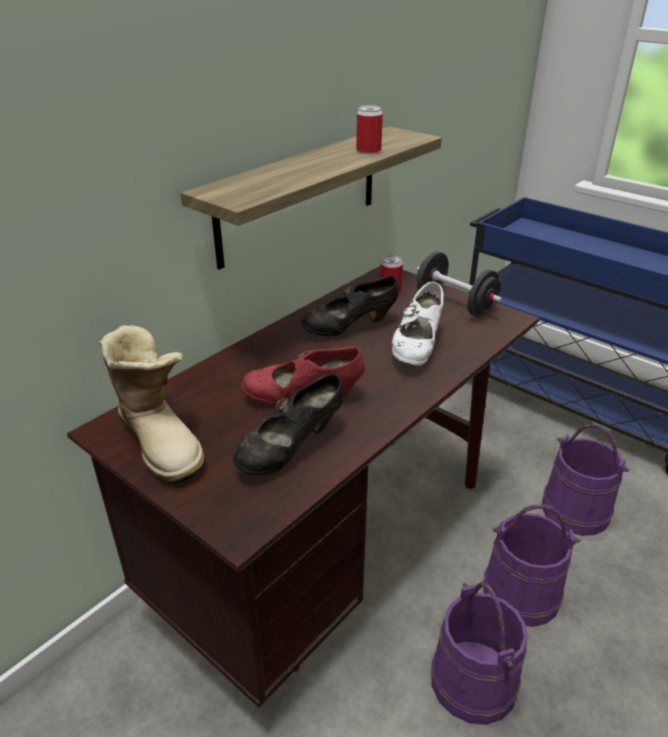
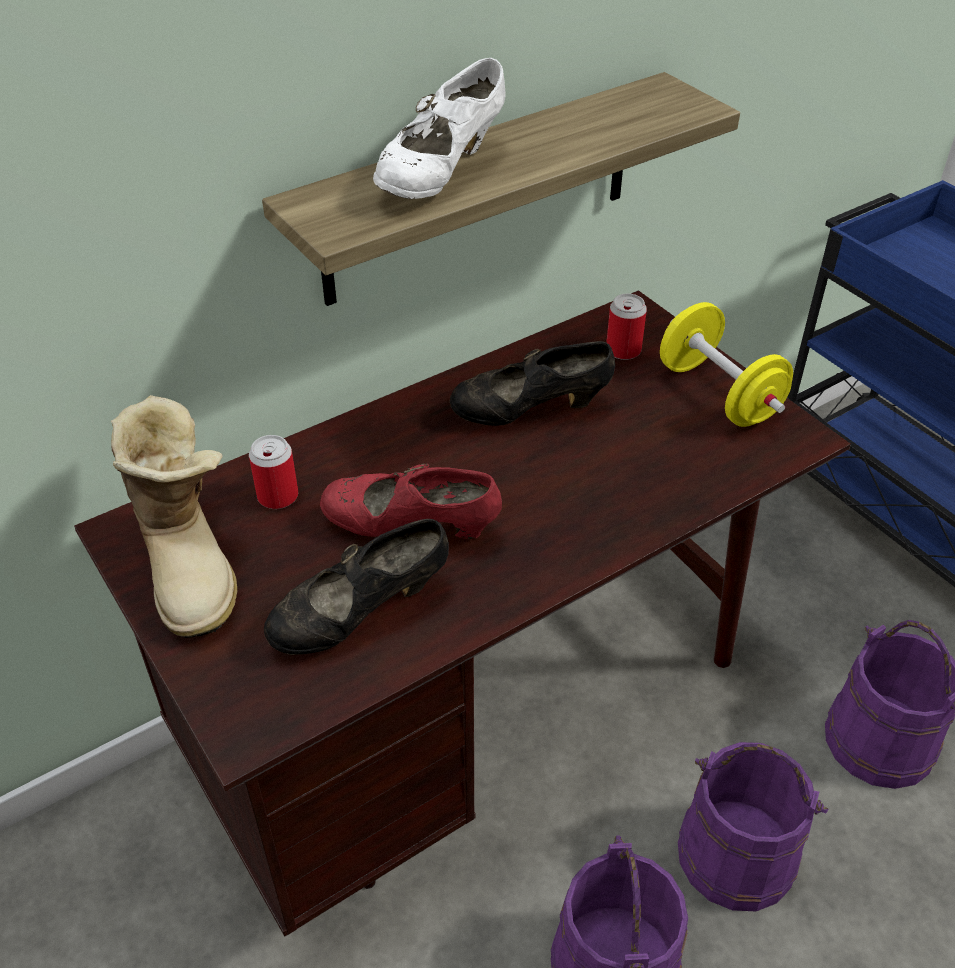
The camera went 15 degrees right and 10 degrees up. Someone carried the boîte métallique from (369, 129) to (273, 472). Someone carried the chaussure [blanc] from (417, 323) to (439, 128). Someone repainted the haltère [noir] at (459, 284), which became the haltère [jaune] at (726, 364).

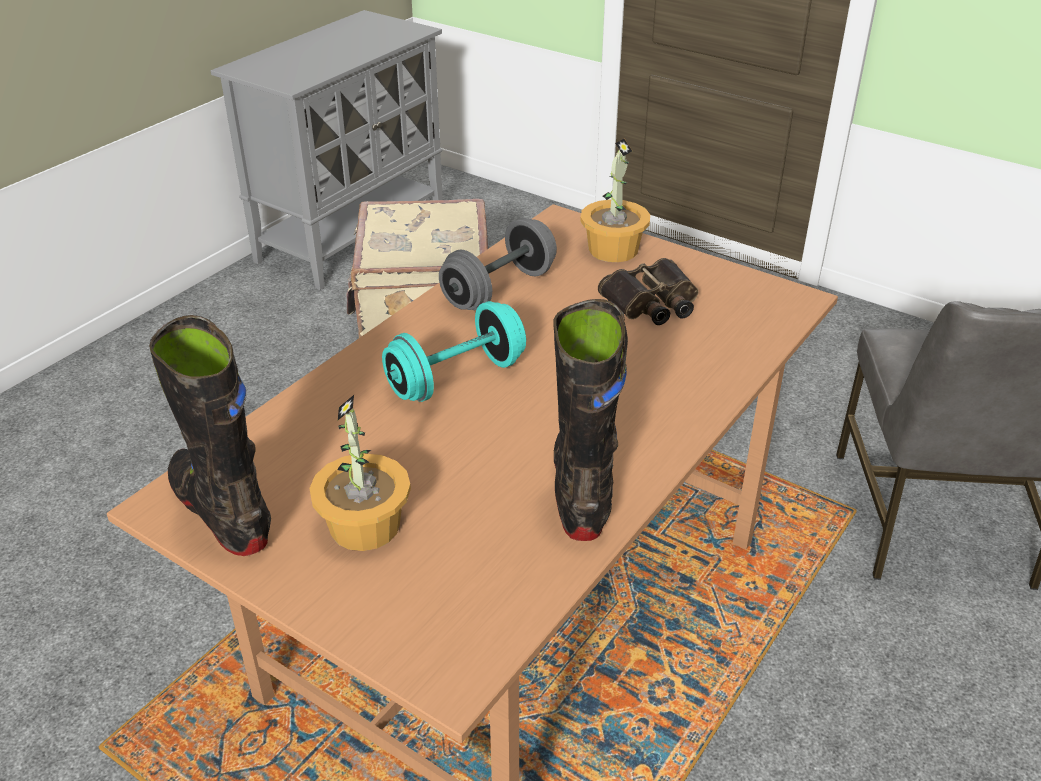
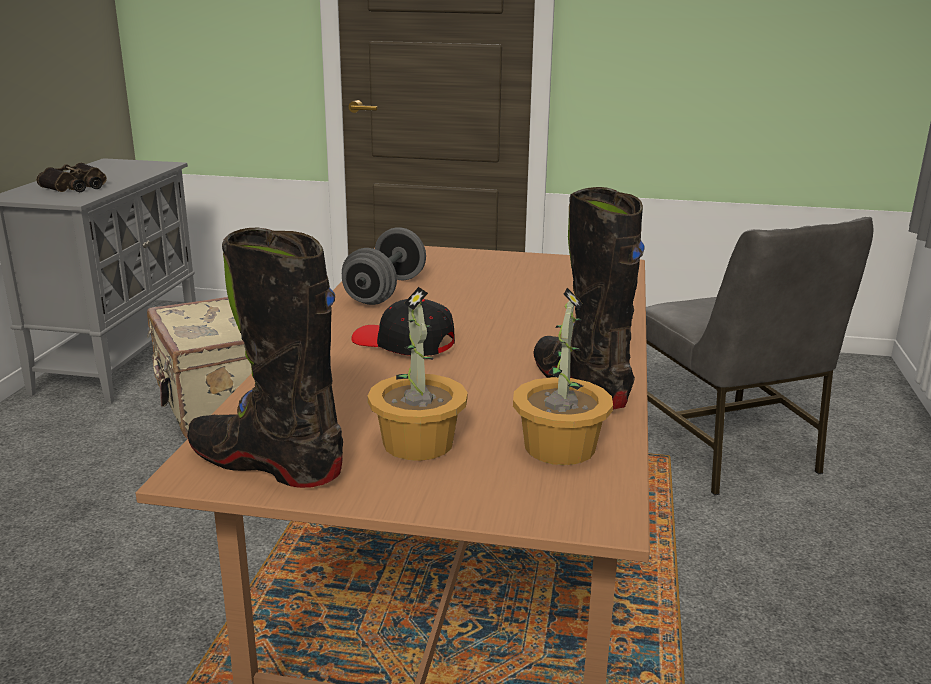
The camera went 25 degrees left and 15 degrees down. Someone swapped the haltère [turquoise] at (454, 351) for the casquette [noir] at (403, 327). Someone carried the plante en pot from (615, 200) to (563, 376). Someone carried the jumelles from (648, 291) to (71, 177).

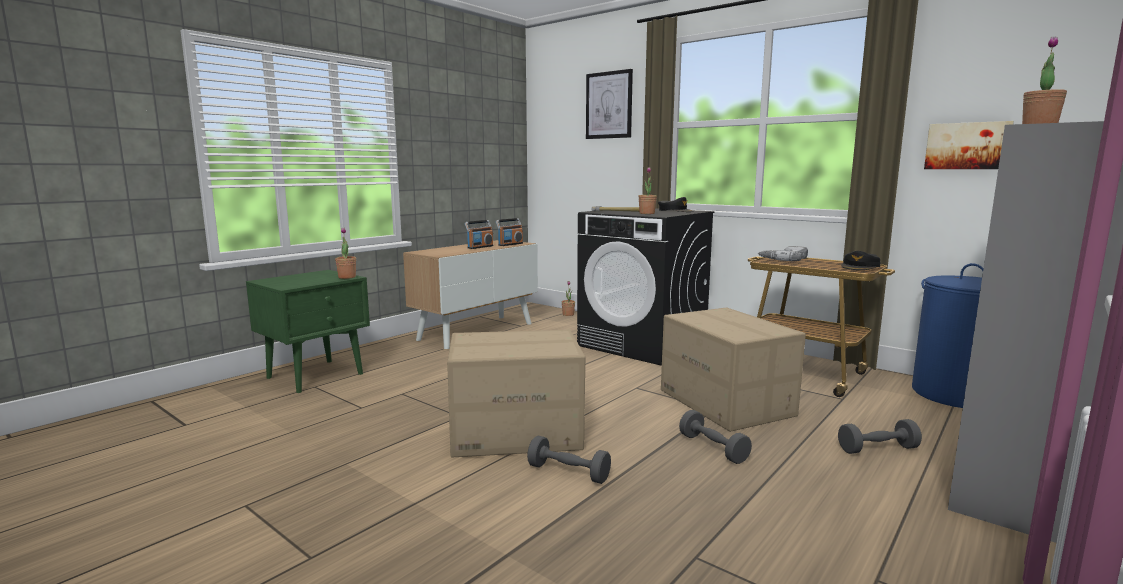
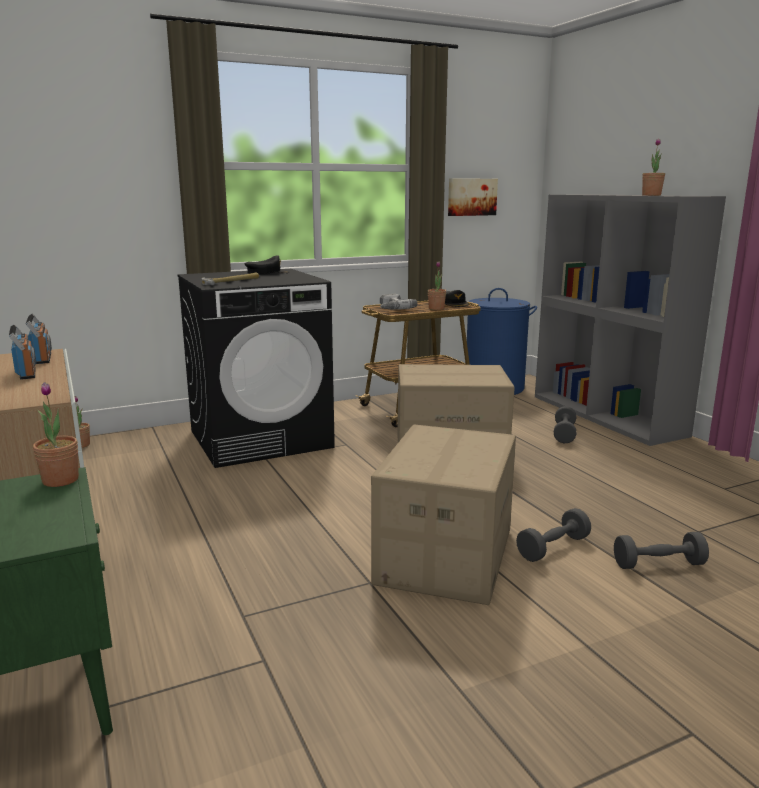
The camera went 65 degrees left and 5 degrees up. Someone took away the tableau at (609, 104). Someone carried the plante en pot from (647, 190) to (437, 285). Someone carried the haltère [gris] from (715, 437) to (661, 550).

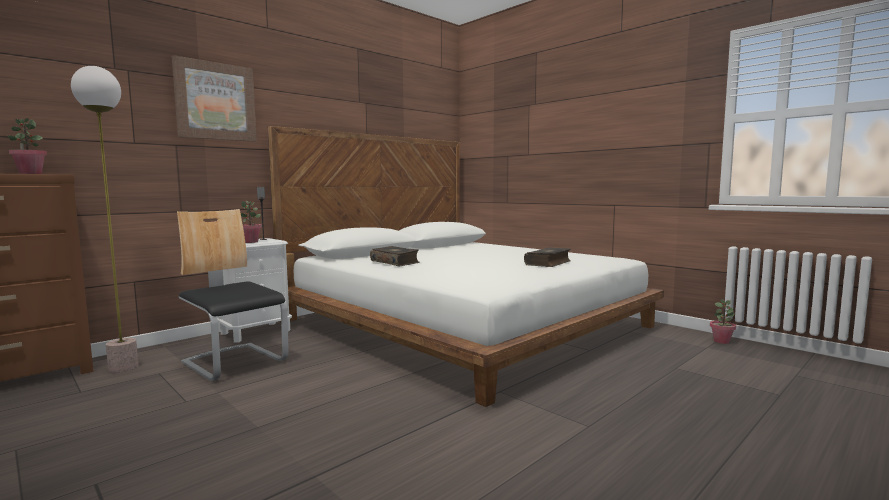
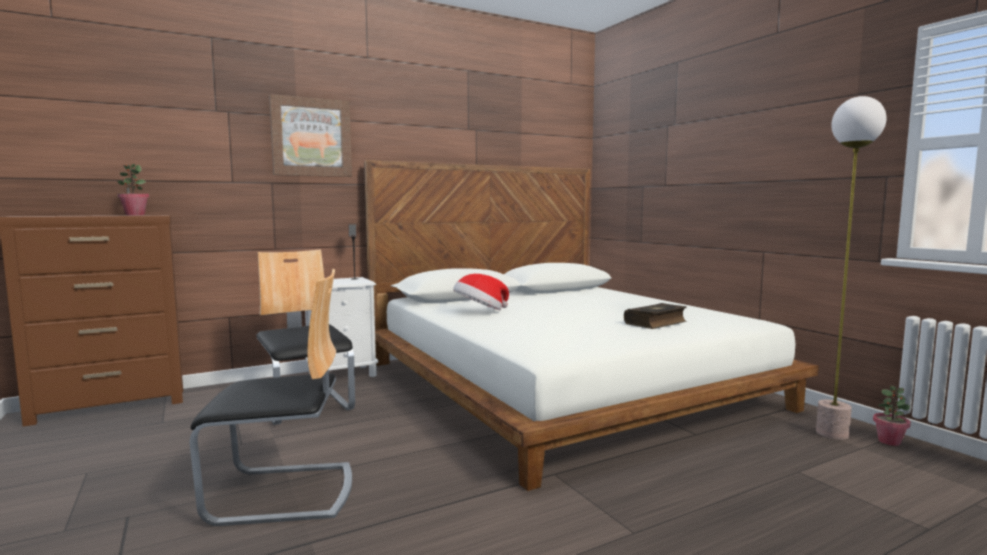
The camera went 15 degrees right and 0 degrees up. Someone carried the lampadaire from (104, 219) to (851, 268). Someone took away the plante en pot at (251, 222). Someone swapped the livre at (395, 256) for the chapeau at (481, 292). Someone put down the chaise at (271, 397).

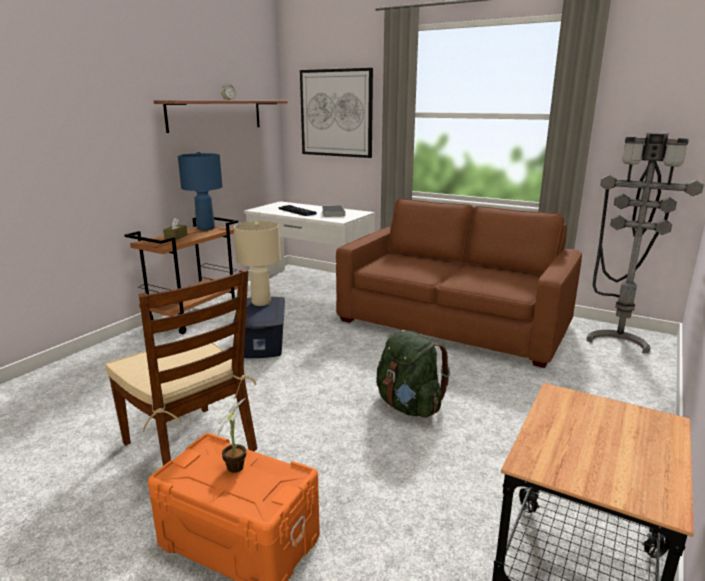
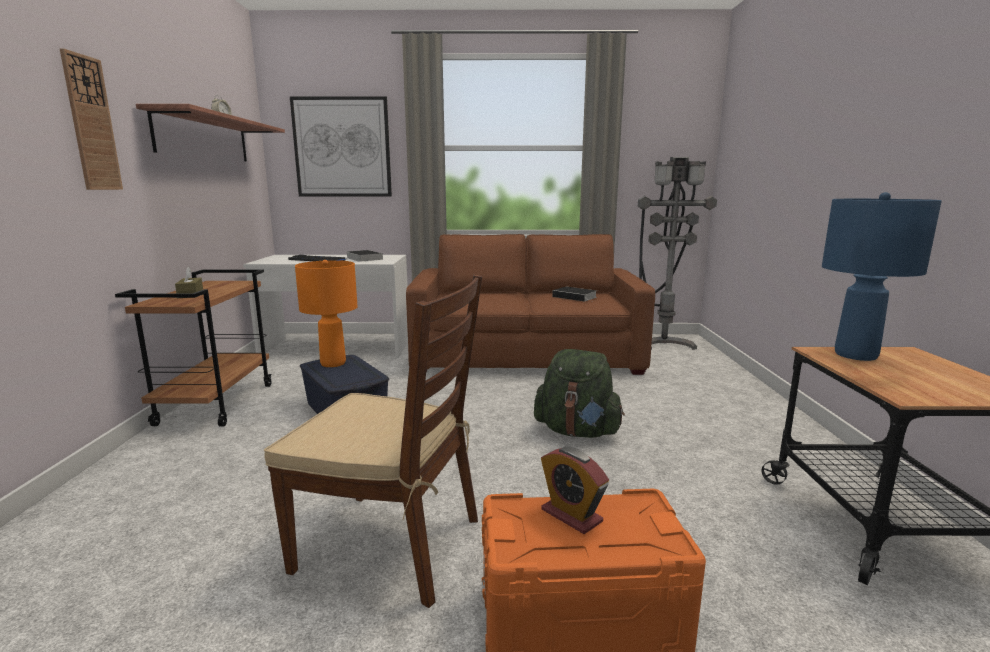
The camera went 30 degrees left and 5 degrees down. Someone carried the lampe de table [bleu] from (200, 191) to (882, 276). Someone swapped the plante en pot at (232, 435) for the réveil at (575, 490). Someone repainted the lampe de table [beige] at (257, 263), which became the lampe de table [orange] at (326, 313). Someone put up the horloge murale at (91, 119). Someone put down the livre at (574, 294).

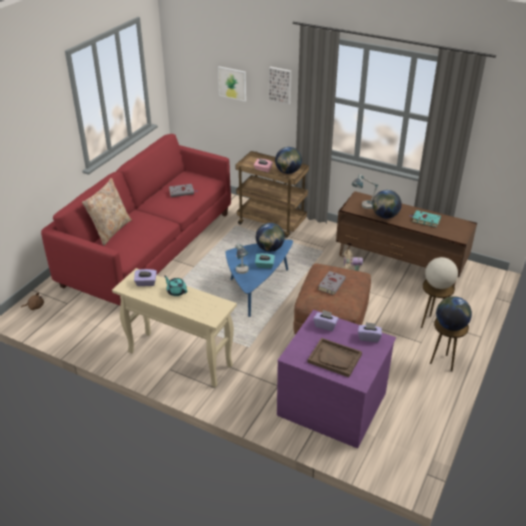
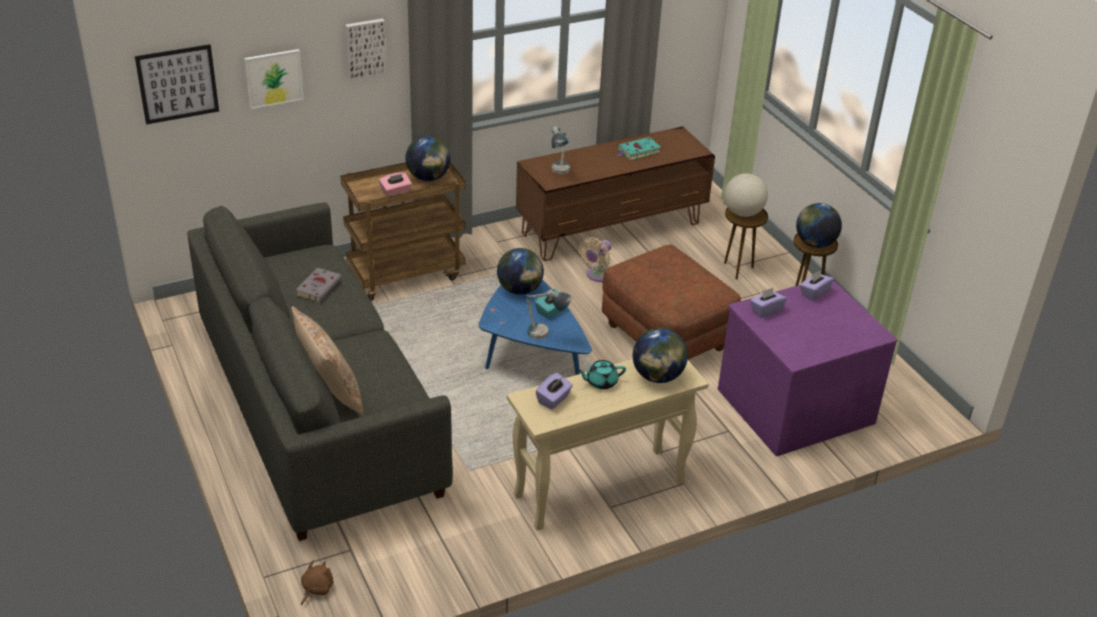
The camera went 55 degrees left and 0 degrees up. Someone repainted the canapé [rouge] at (136, 220), which became the canapé [gris] at (320, 371). Someone took away the plateau [marron] at (334, 357). Someone took away the livre [gris] at (332, 283). Someone carried the globe from (387, 204) to (660, 355). Someone put up the tableau at (177, 84).

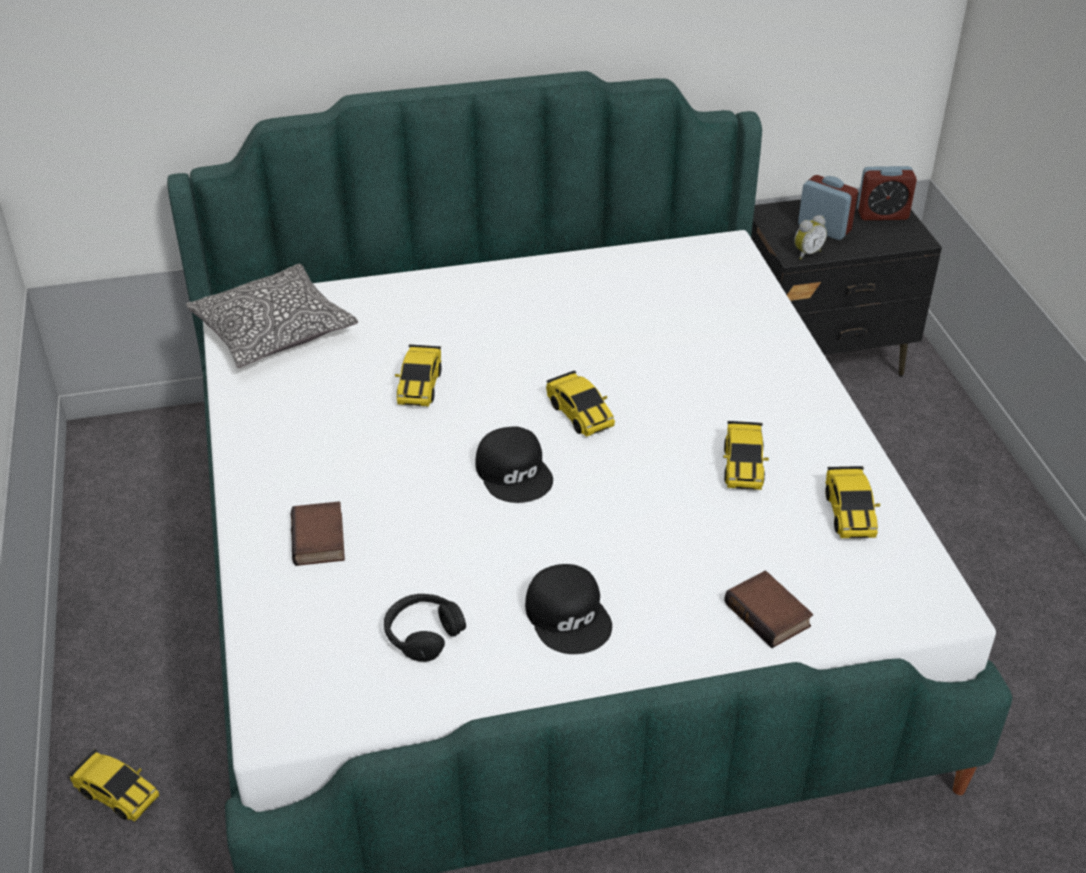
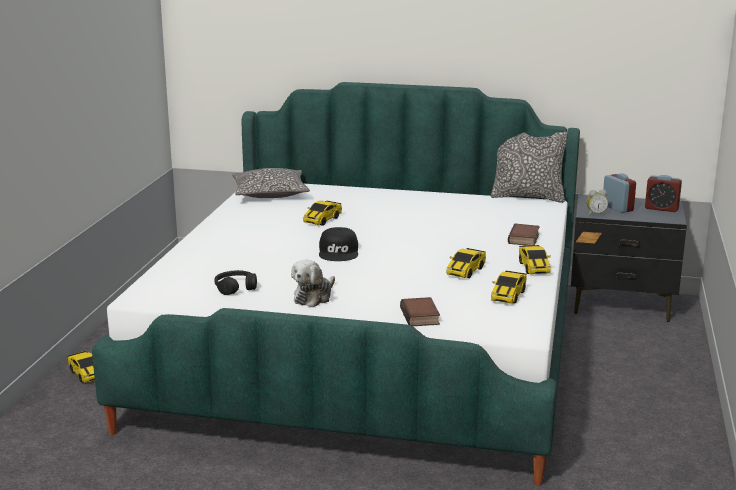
The camera went 25 degrees right and 20 degrees down. Someone carried the livre from (317, 533) to (524, 235). Someone swapped the casquette [noir] at (568, 609) for the peluche at (313, 283). Someone carried the petite voiture from (580, 403) to (535, 259). Someone put down the coussin at (529, 167).

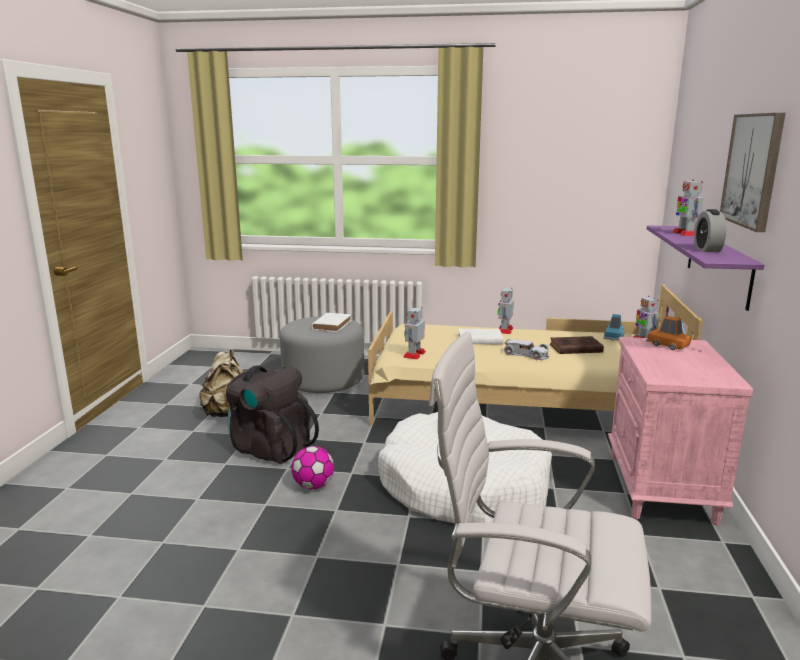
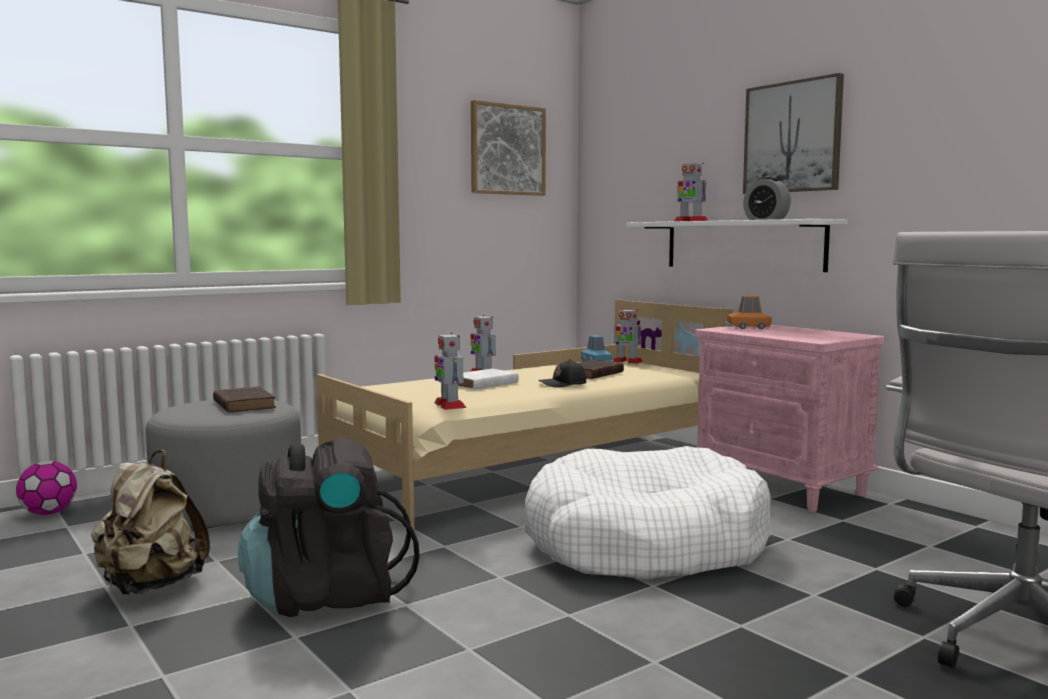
The camera went 45 degrees left and 10 degrees down. Someone carried the ballon de foot from (312, 467) to (46, 488). Someone repainted the livre [blanc] at (331, 322), which became the livre [marron] at (244, 400). Someone swapped the petite voiture [blanc] at (526, 349) for the casquette [noir] at (562, 373). Someone repainted the étagère [violet] at (706, 268), which became the étagère [blanc] at (737, 245). Someone put up the tableau at (508, 148).

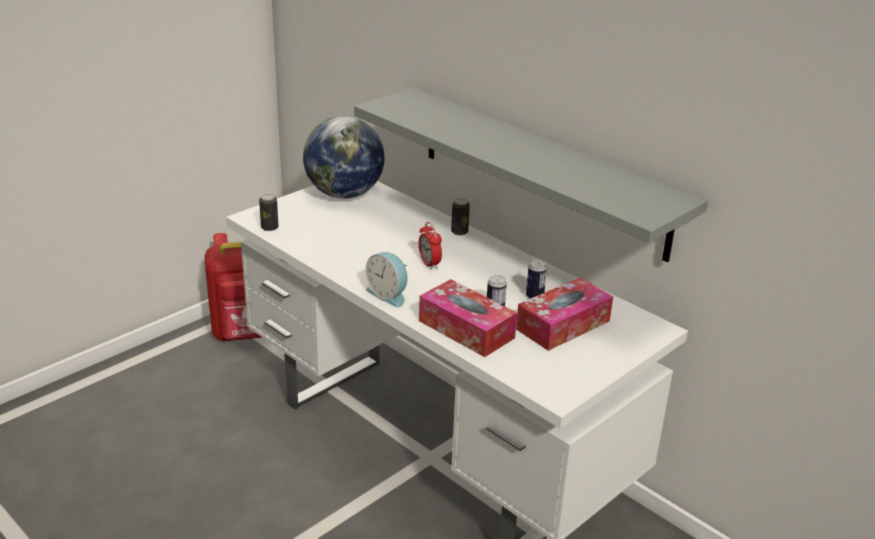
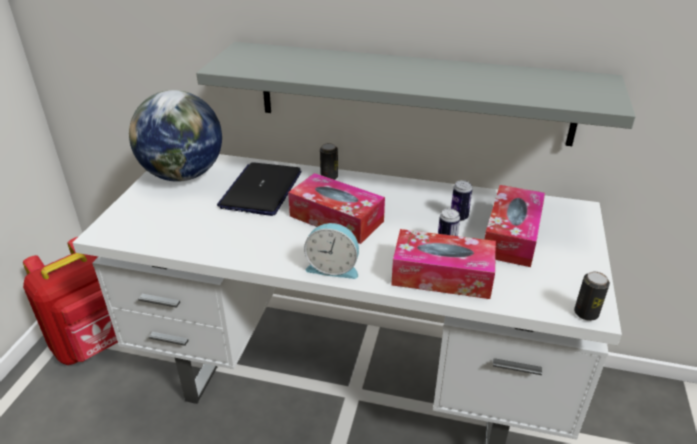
The camera went 30 degrees left and 5 degrees up. Someone carried the boîte métallique from (268, 212) to (592, 296). Someone swapped the réveil at (430, 246) for the boîte à mouchoirs at (336, 208). Someone put down the ordinateur portable at (259, 189).

